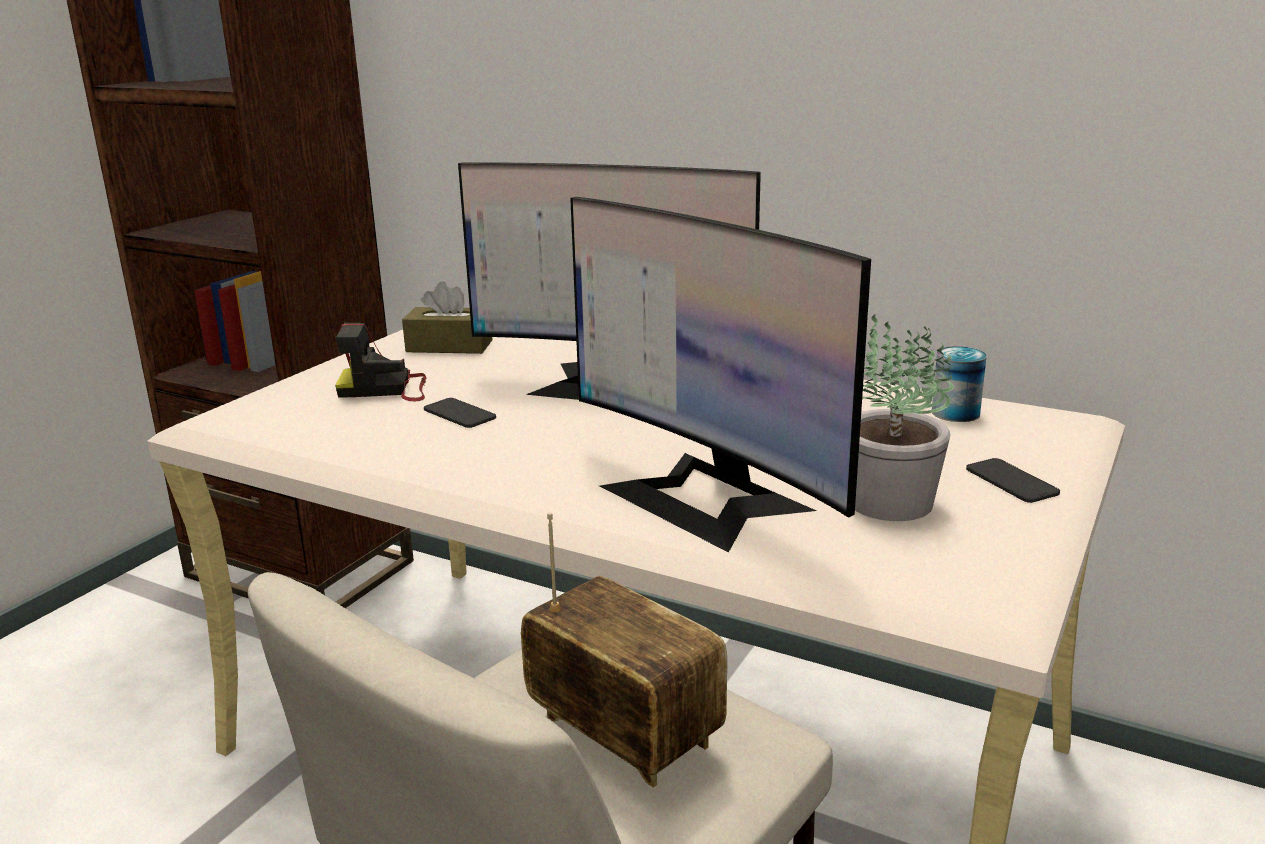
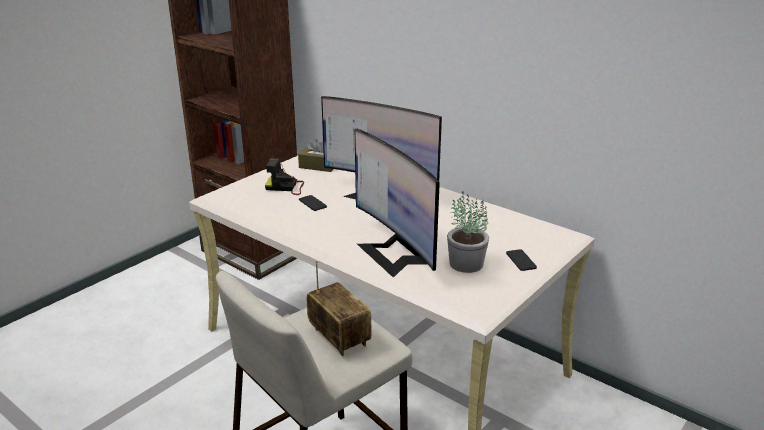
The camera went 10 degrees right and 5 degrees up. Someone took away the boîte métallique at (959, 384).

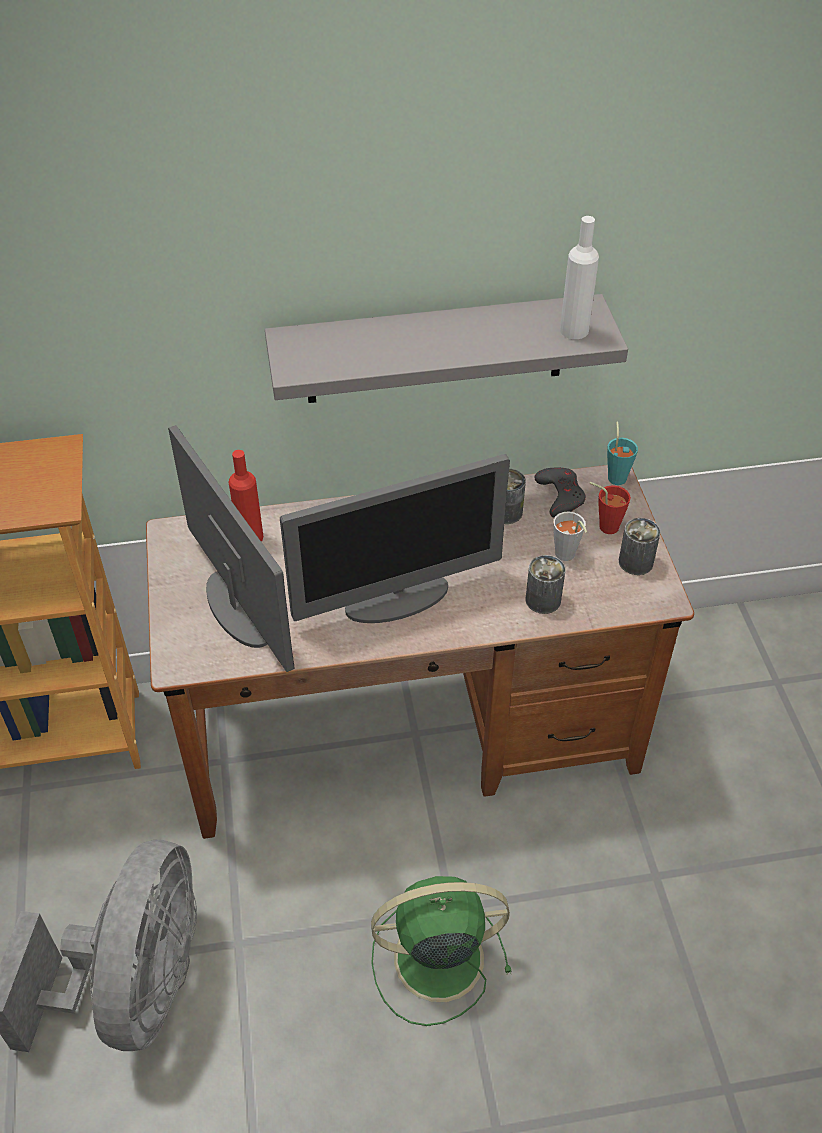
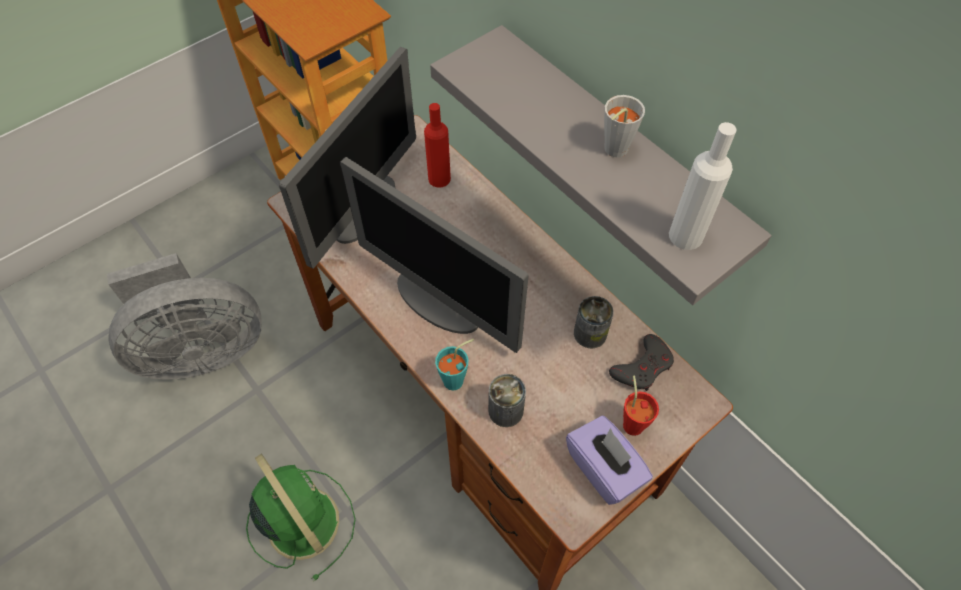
The camera went 60 degrees right and 10 degrees up. Someone carried the tasse [gris] from (570, 536) to (624, 126). Someone carried the tasse [turquoise] from (622, 453) to (454, 365). Someone swapped the boîte métallique at (639, 546) for the boîte à mouchoirs [violet] at (609, 460).

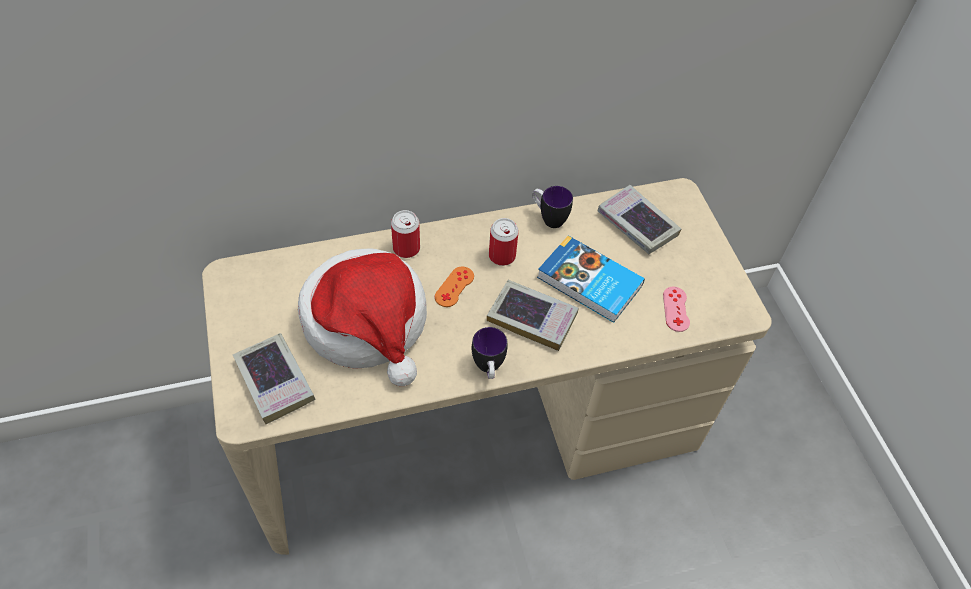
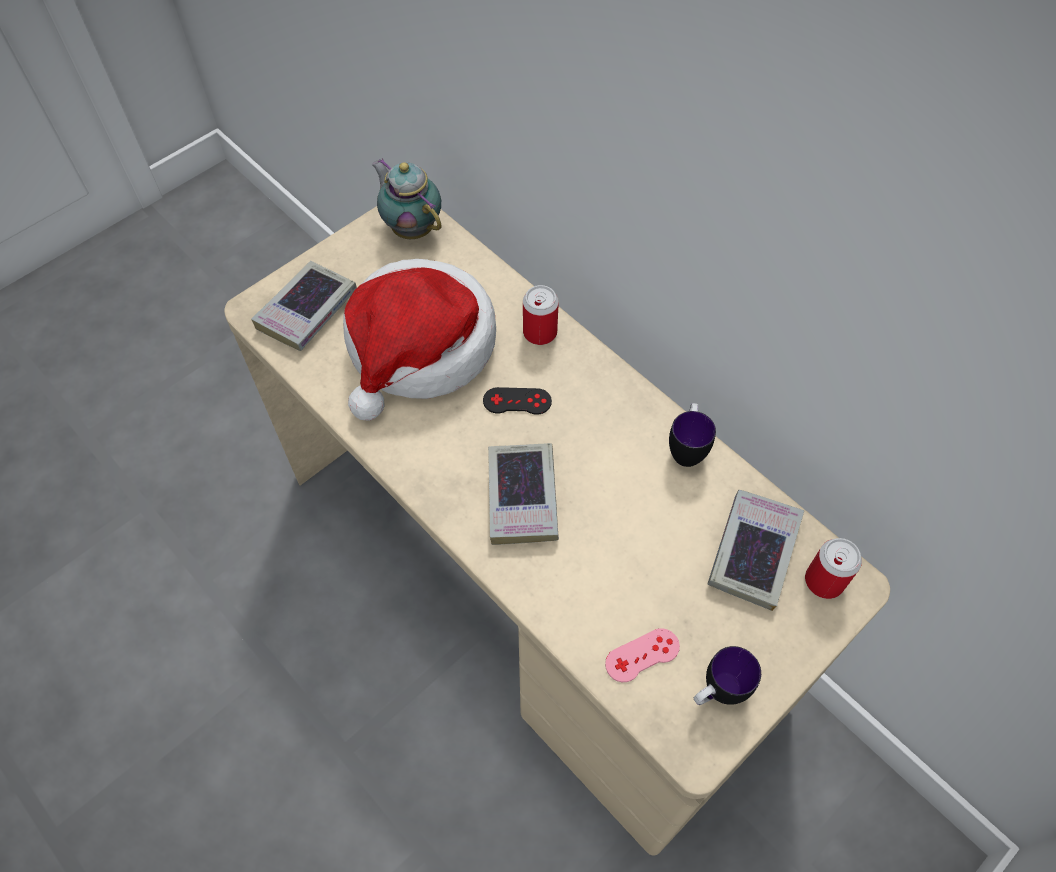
The camera went 65 degrees right and 5 degrees up. Someone repainted the manette [orange] at (454, 287), which became the manette [noir] at (517, 401). Someone carried the mug from (490, 353) to (727, 675). Someone carried the boîte métallique from (504, 242) to (833, 568). Someone took away the livre at (591, 279). Someone put down the théière at (407, 198).

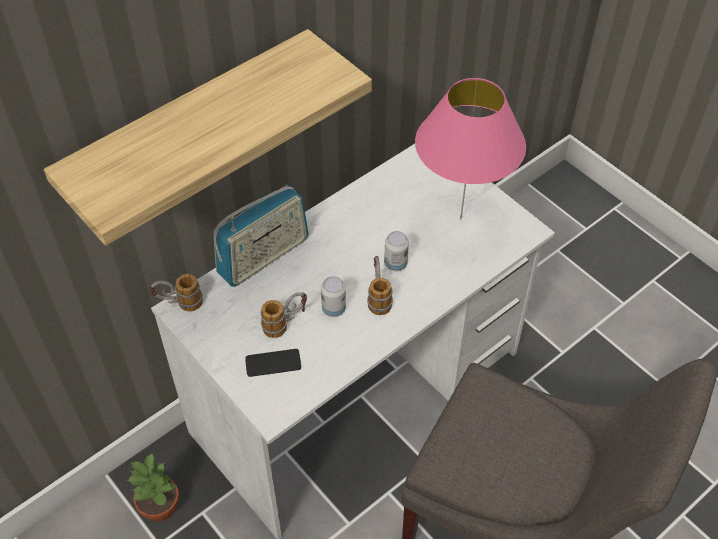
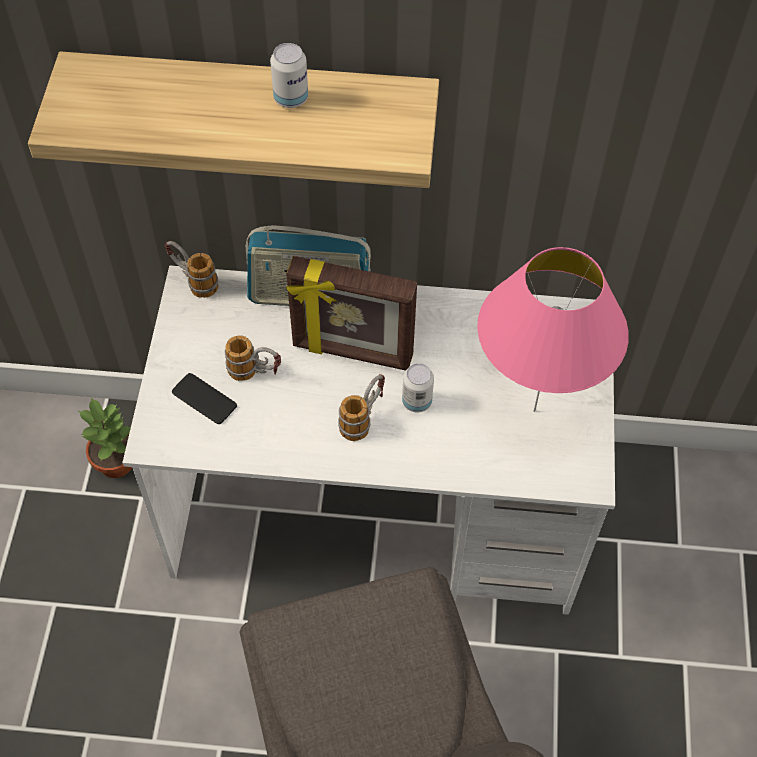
The camera went 45 degrees right and 5 degrees up. Someone carried the boîte métallique from (333, 296) to (289, 75). Someone put down the cadre photo at (351, 313).

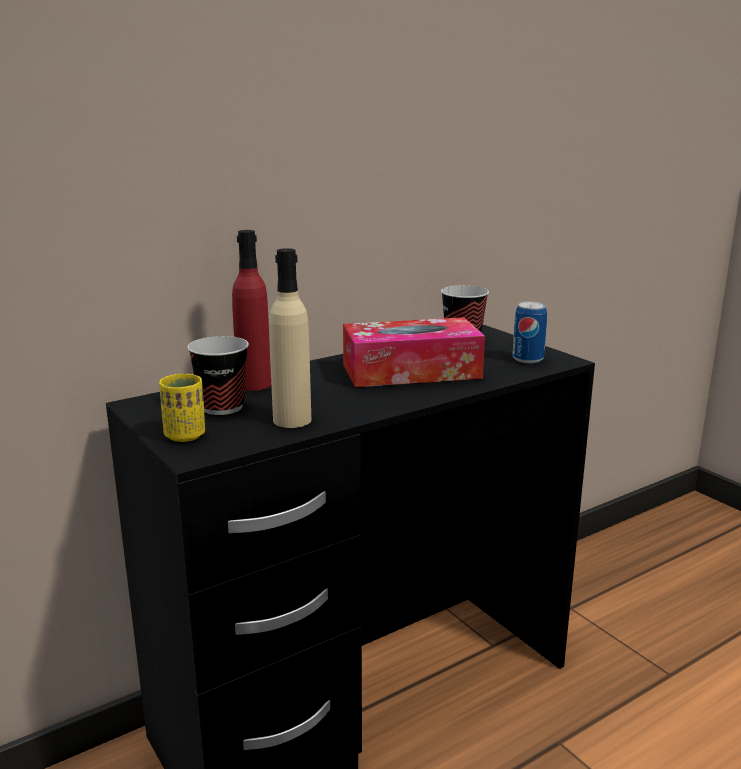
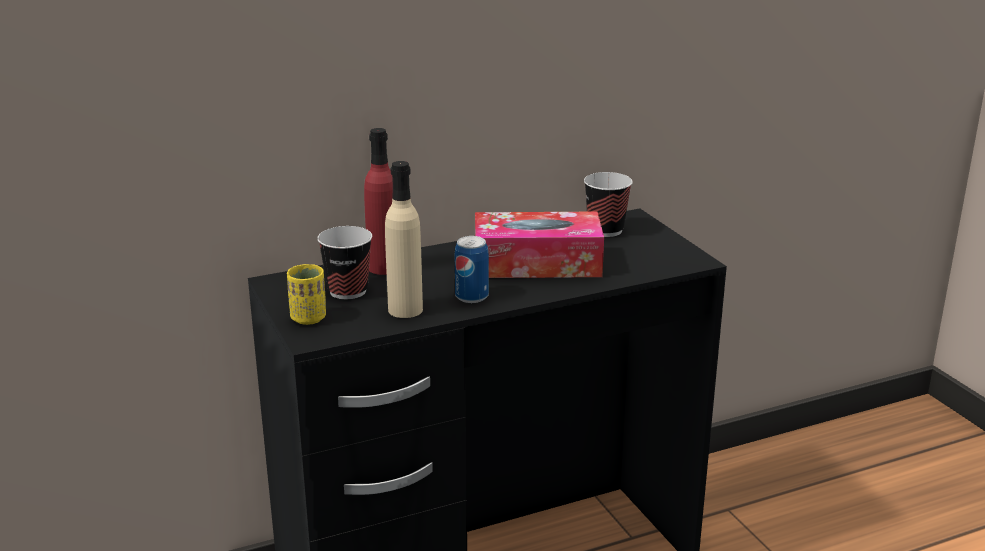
The camera went 10 degrees right and 5 degrees up. Someone carried the boîte métallique from (529, 332) to (472, 269).

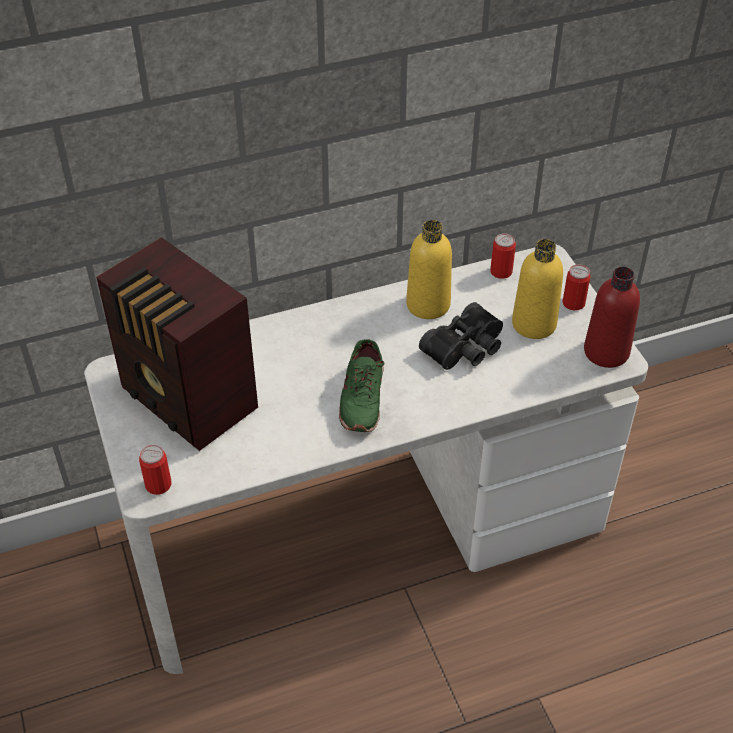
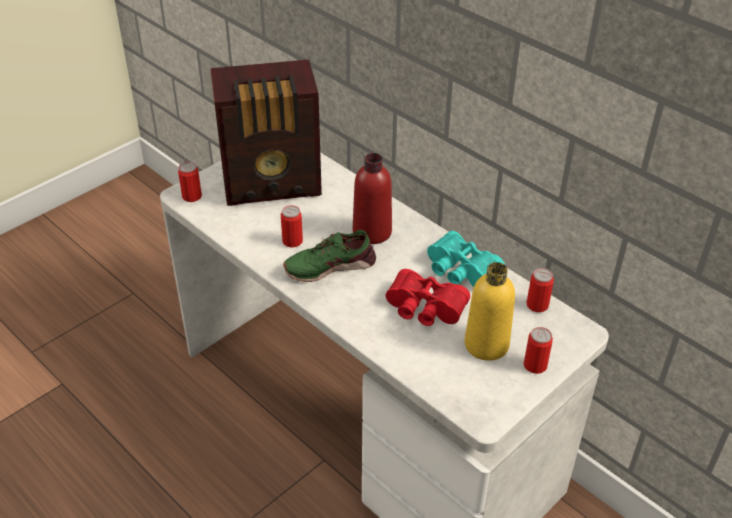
The camera went 65 degrees right and 5 degrees down. Someone rotated the radio at (177, 344) by 120 degrees counterclockwise. Someone swapped the bouteille [jaune] at (429, 269) for the jumelles [turquoise] at (466, 259). Someone repainted the jumelles [noir] at (461, 336), which became the jumelles [rouge] at (428, 297). Someone carried the bouteille [rouge] from (612, 317) to (372, 198). Someone put down the boîte métallique at (292, 226).

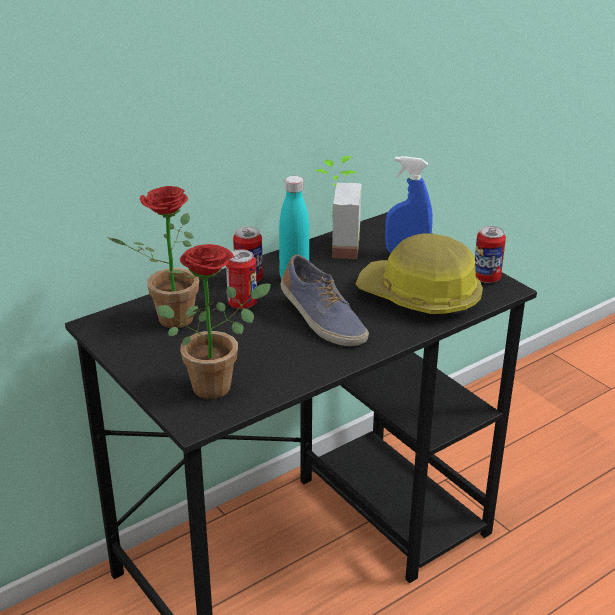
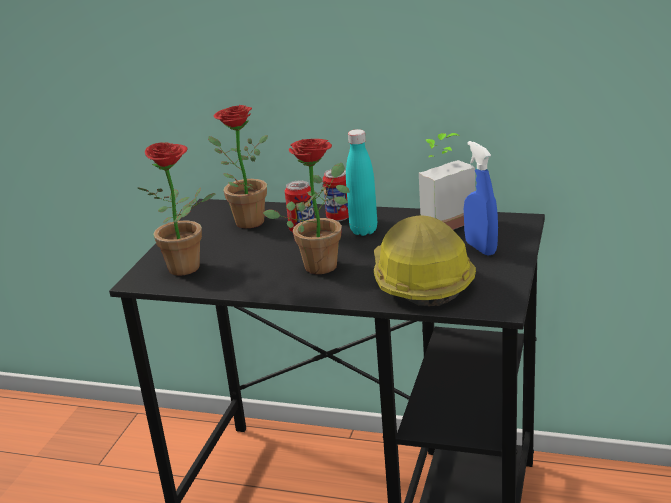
The camera went 55 degrees right and 5 degrees down. Someone swapped the chaussure at (324, 300) for the plante en pot at (306, 206). Someone took away the boîte métallique at (490, 254).

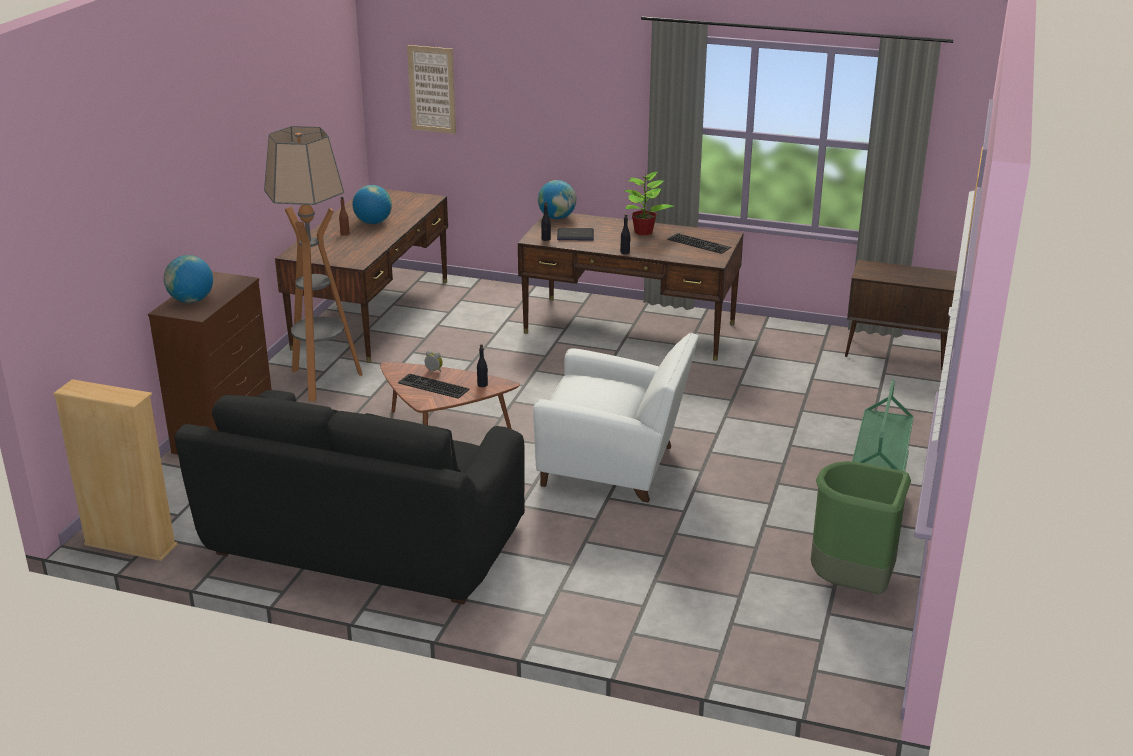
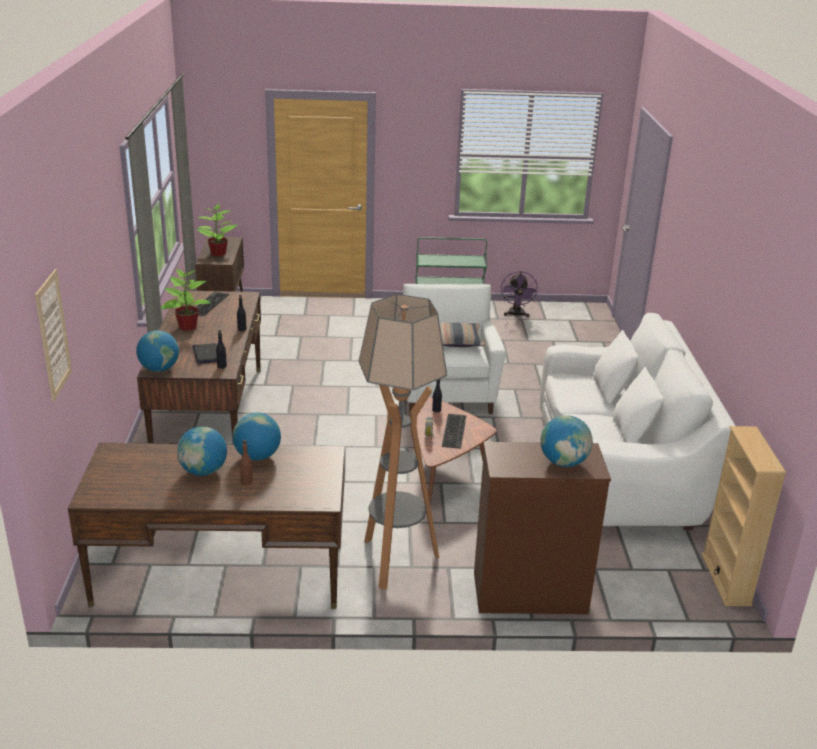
The camera went 110 degrees left and 0 degrees up. Someone repainted the canapé [noir] at (349, 497), which became the canapé [blanc] at (637, 421). Someone swapped the poubelle [vert] at (861, 528) for the ventilateur [violet] at (519, 294). Someone put down the plante en pot at (217, 230). Someone put down the globe at (256, 437). Someone put down the coussin at (462, 335).

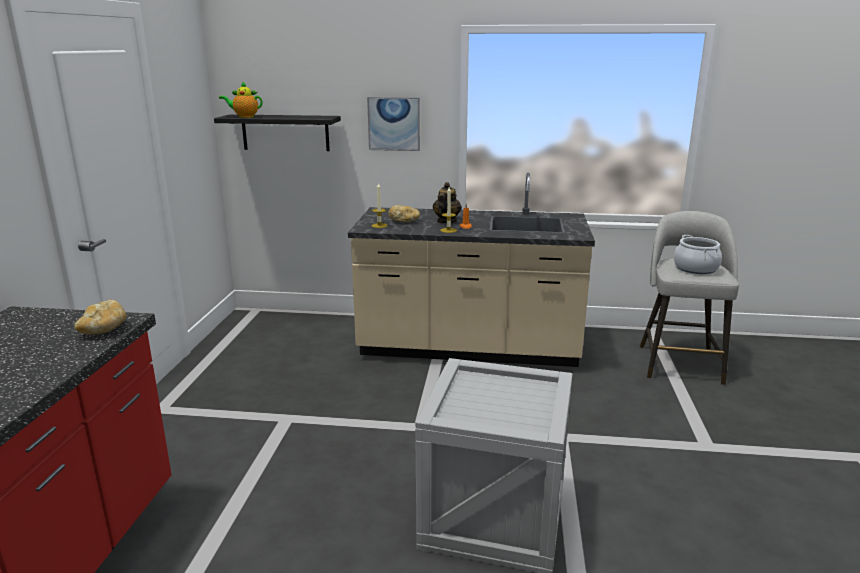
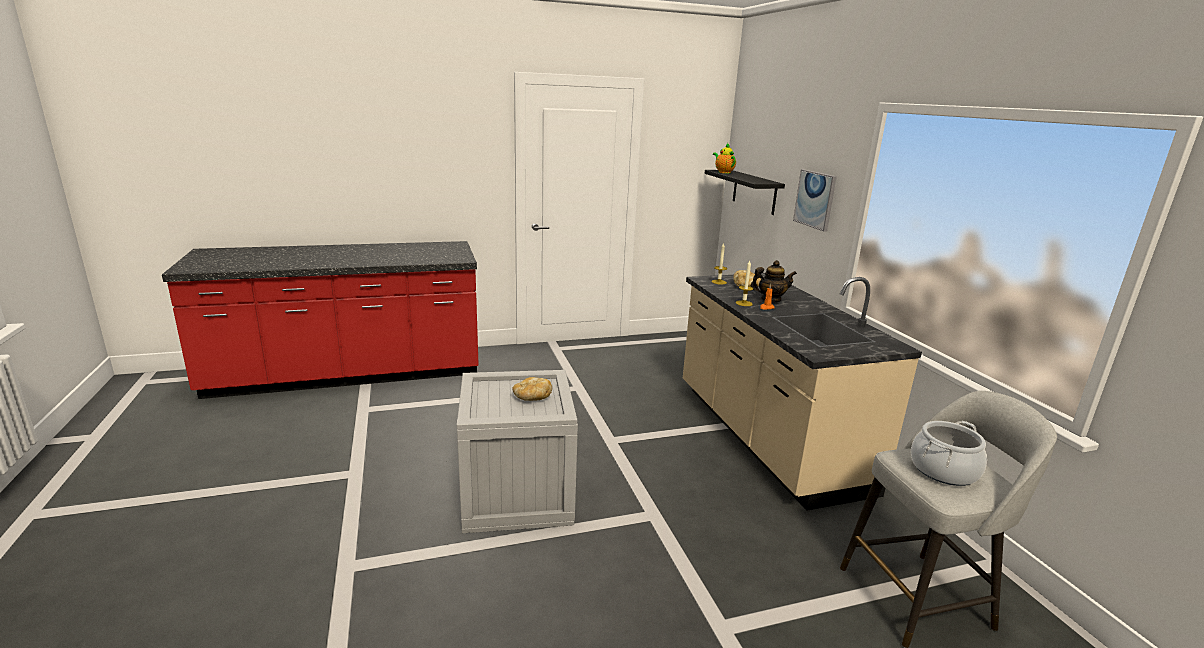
The camera went 65 degrees right and 0 degrees up. Someone carried the pain from (100, 317) to (532, 389).

